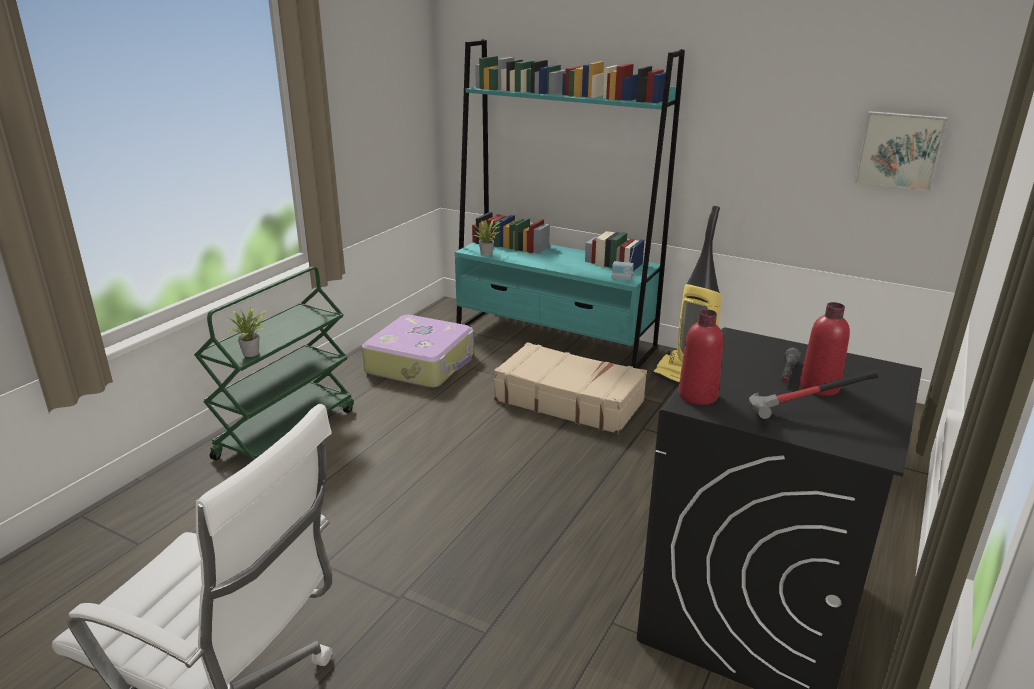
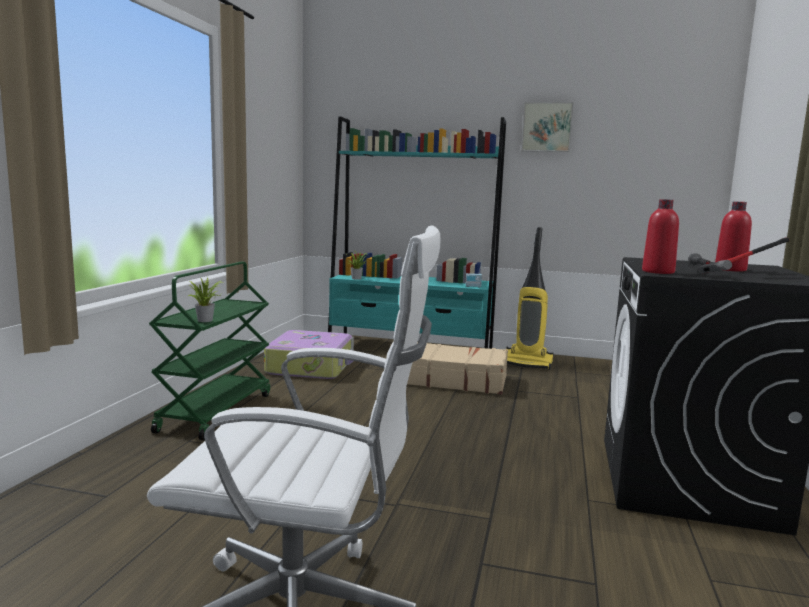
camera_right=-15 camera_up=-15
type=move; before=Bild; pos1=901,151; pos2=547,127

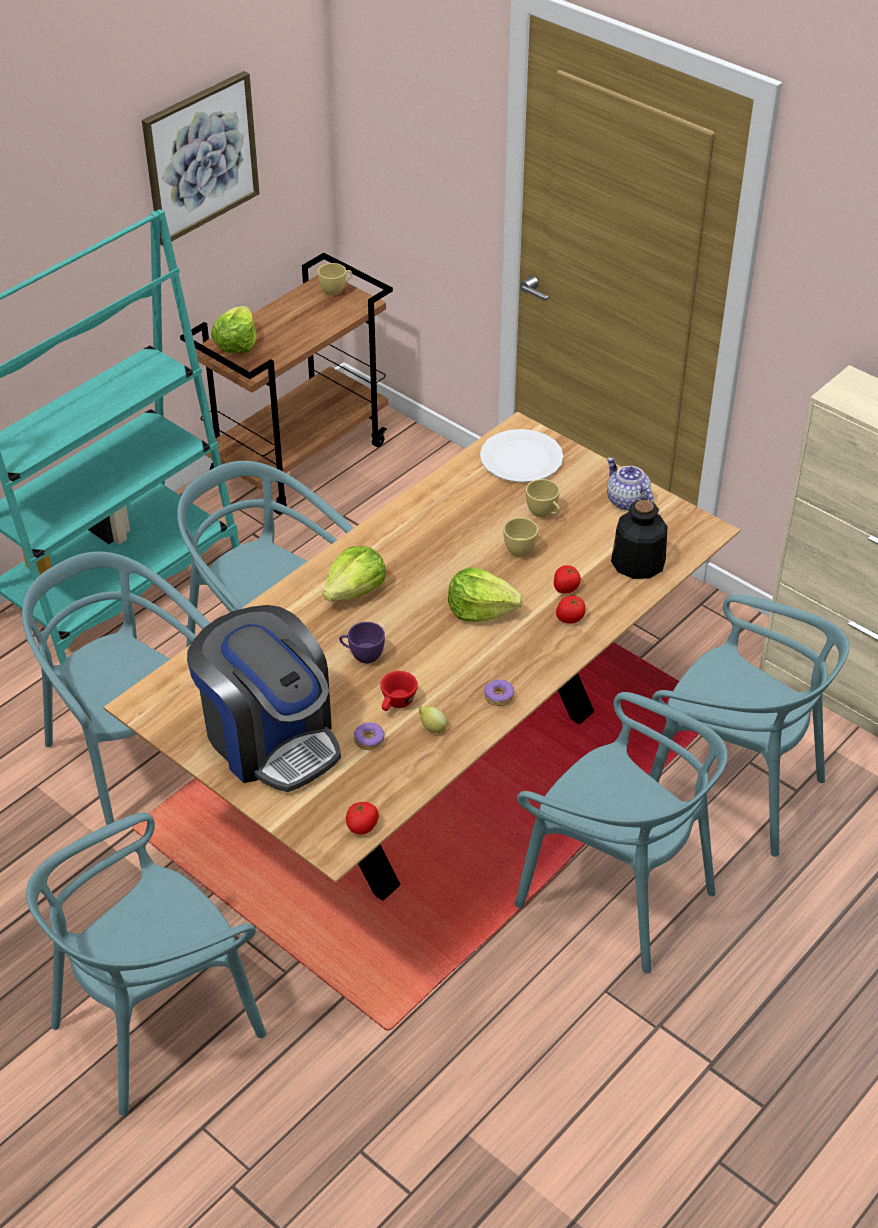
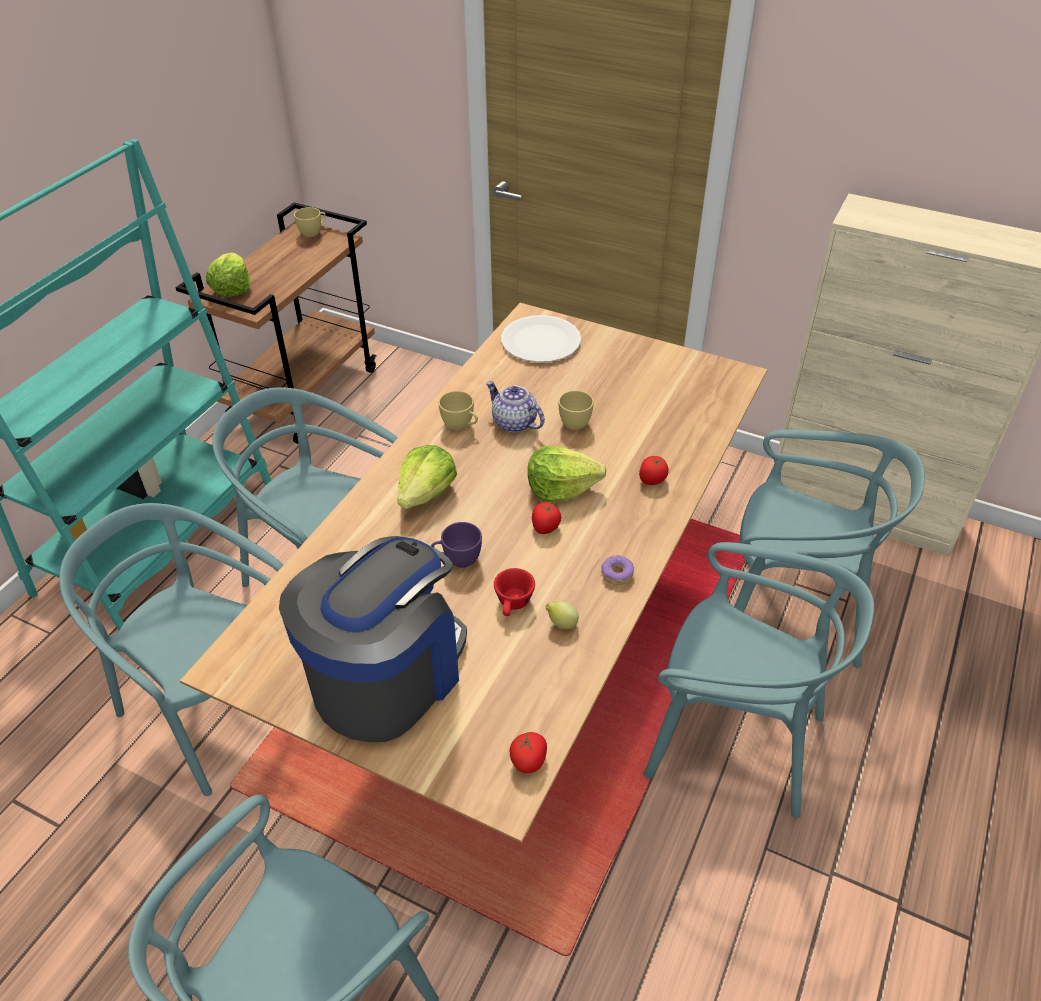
camera_right=-15 camera_up=0
type=delete; before=Bild; pos1=200,158
type=delete; before=Donut; pos1=369,736
type=delete; before=Flasche; pos1=639,539
type=move; before=Tasse [gelb]; pos1=543,498; pos2=458,410
type=move; before=Tomate; pos1=567,579; pos2=546,518
type=move; before=Teekanne; pos1=630,484; pos2=515,407
type=rotate; before=Kaffeemaschine; pos1=264,698; pos2=373,639; turn=-90

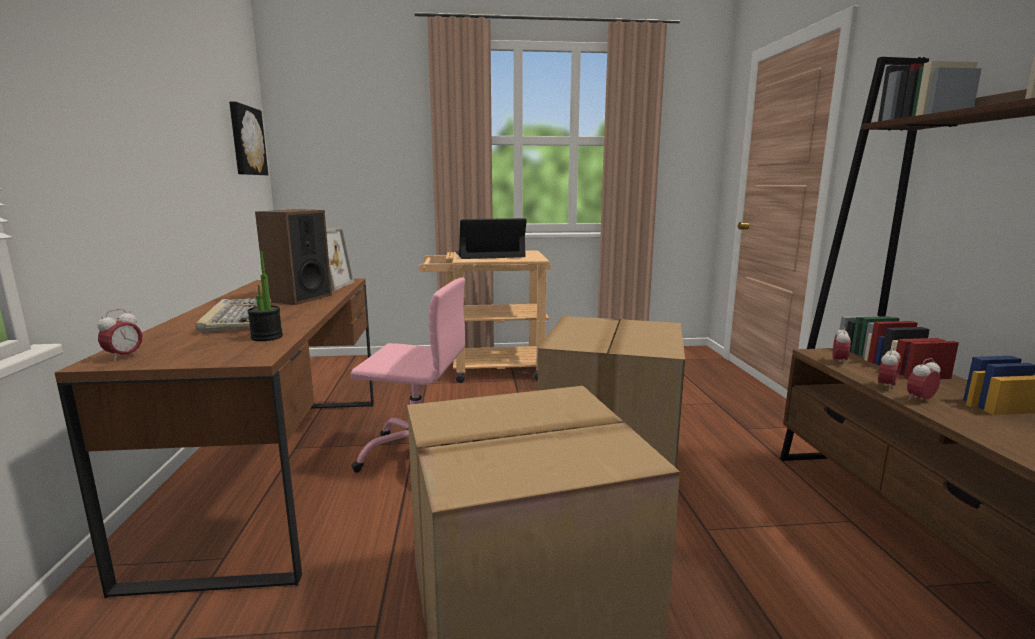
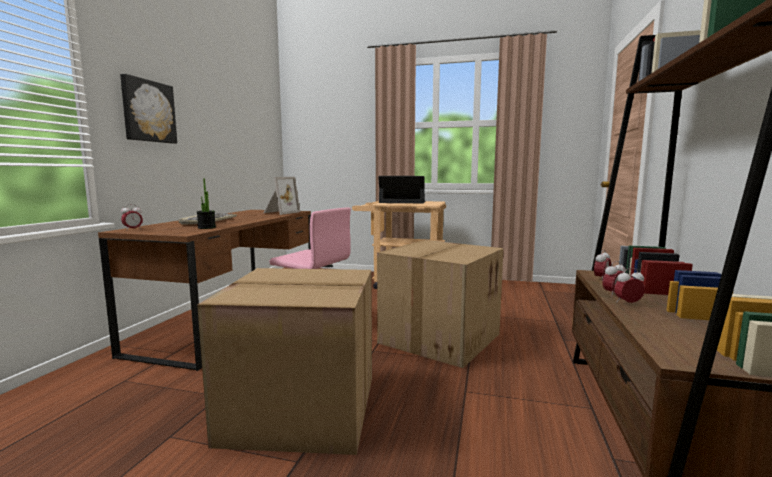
camera_right=20 camera_up=-5
type=delete; before=Lautsprecher; pos1=293,257
type=move; before=Bild; pos1=248,138; pos2=148,109

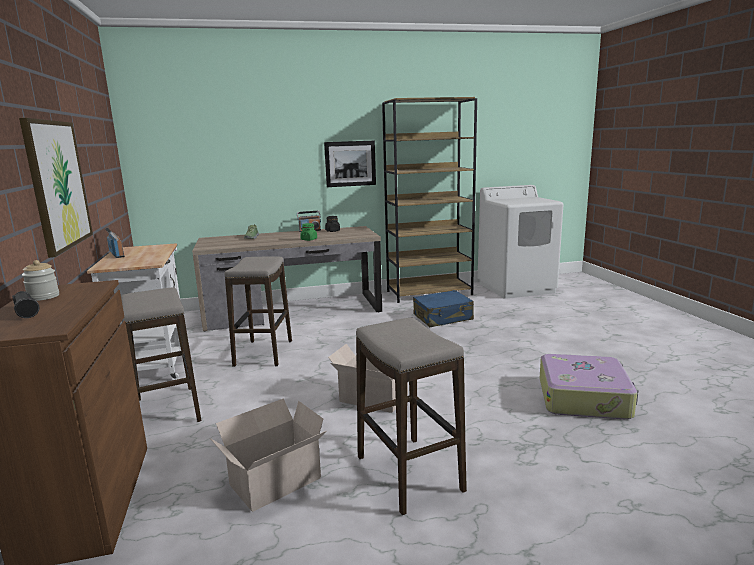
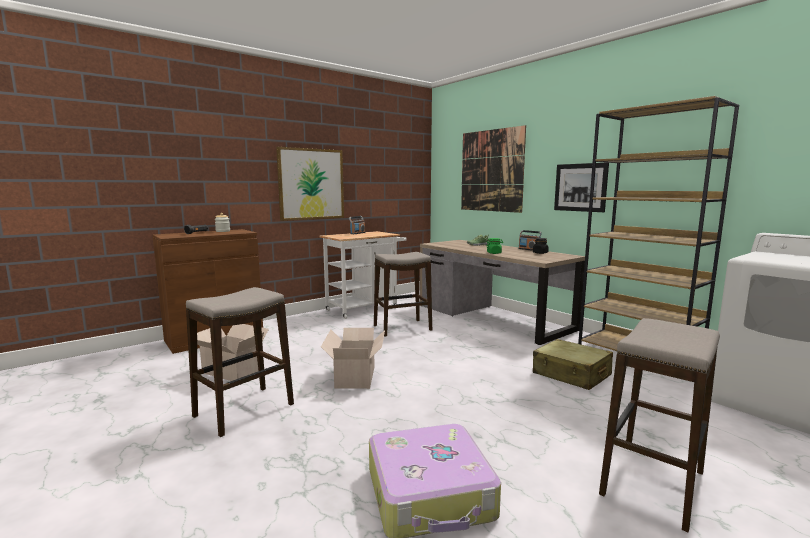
camera_right=65 camera_up=-5
type=insert; after=Bild; pos2=493,169
type=move; before=Hocker; pos1=161,354; pos2=659,425
type=recolor; before=Koffer [blau]; after=Koffer [beige]; pos1=443,308; pos2=573,364

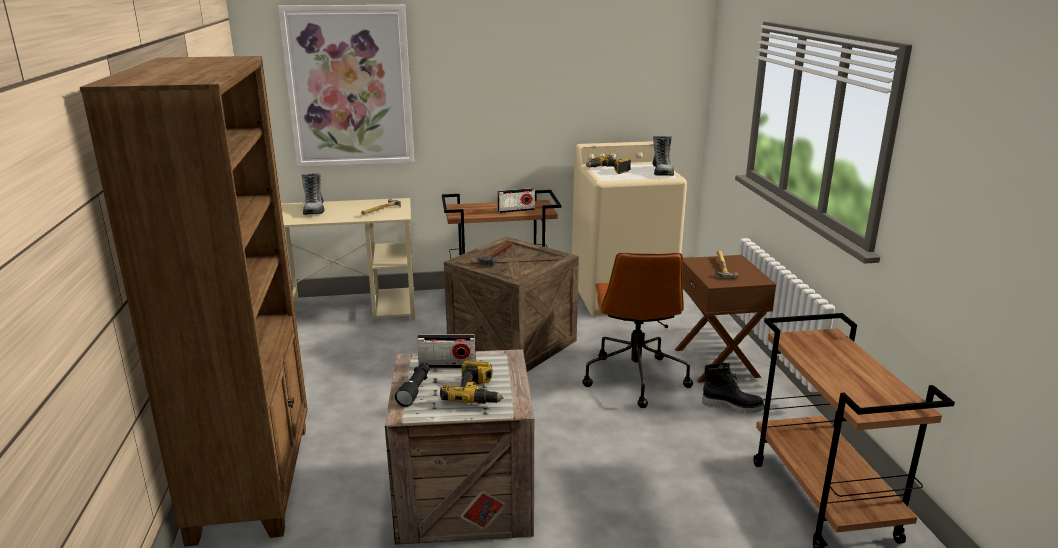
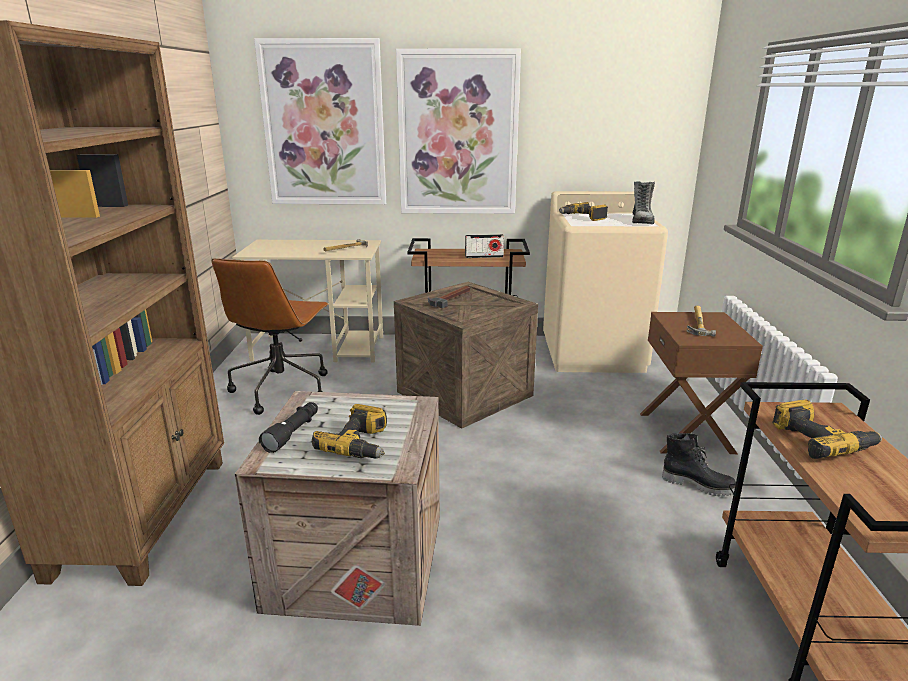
camera_right=10 camera_up=0
type=delete; before=Stiefel; pos1=312,194
type=delete; before=Radio; pos1=446,351
type=insert; after=Bild; pos2=458,131
type=insert; after=Bohrmaschine; pos2=827,429
type=move; before=Bürostuhl [braun]; pos1=637,330; pos2=270,336

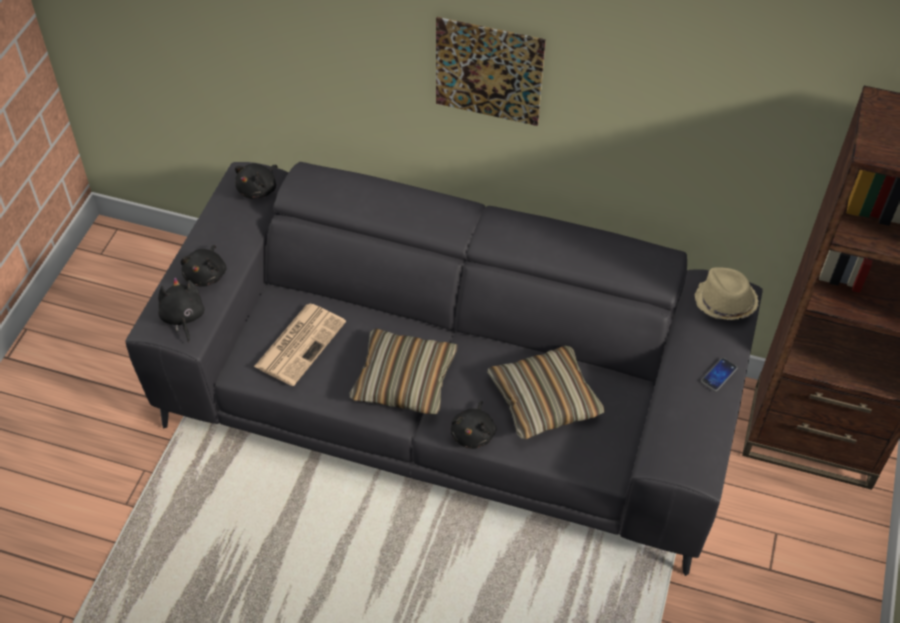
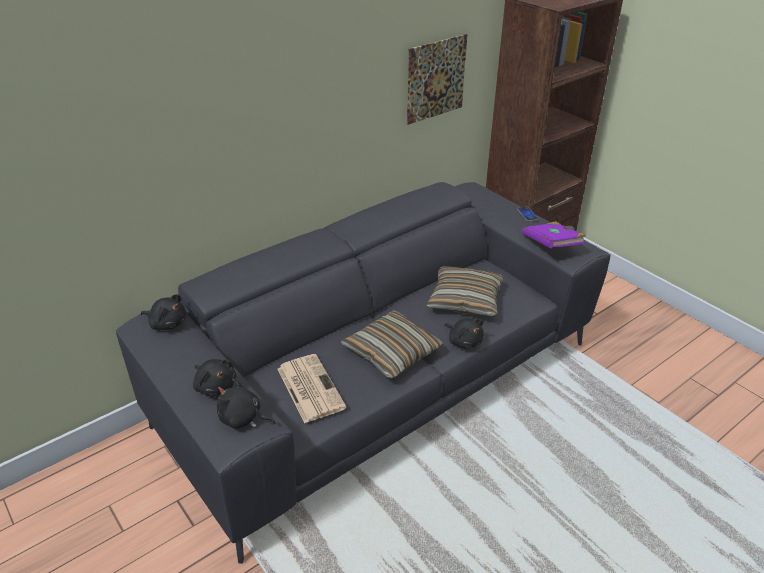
camera_right=-55 camera_up=-15
type=delete; before=Hut [beige]; pos1=727,293
type=insert; after=Buch [lila]; pos2=554,234
type=move; before=Bild; pos1=491,71; pos2=437,79
type=rotate; before=Plüschtier [schwarz]; pos1=256,180; pos2=163,312; turn=-45

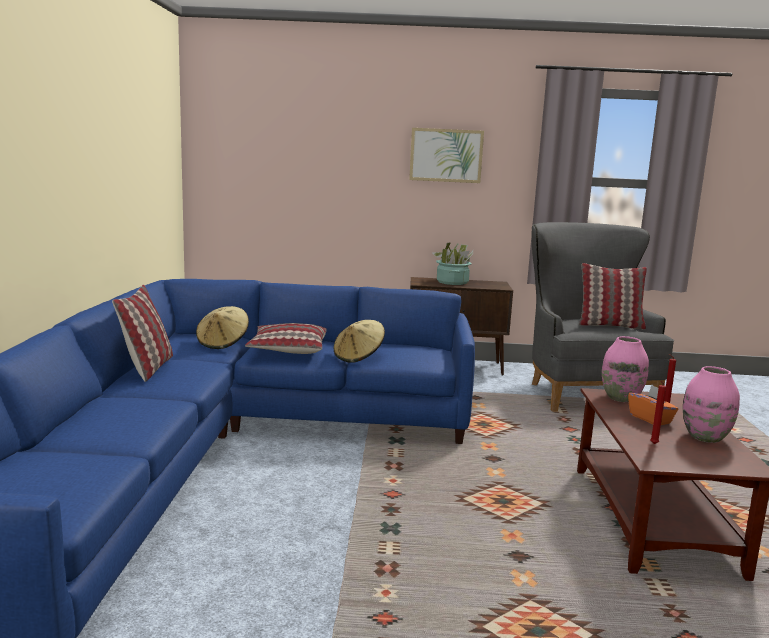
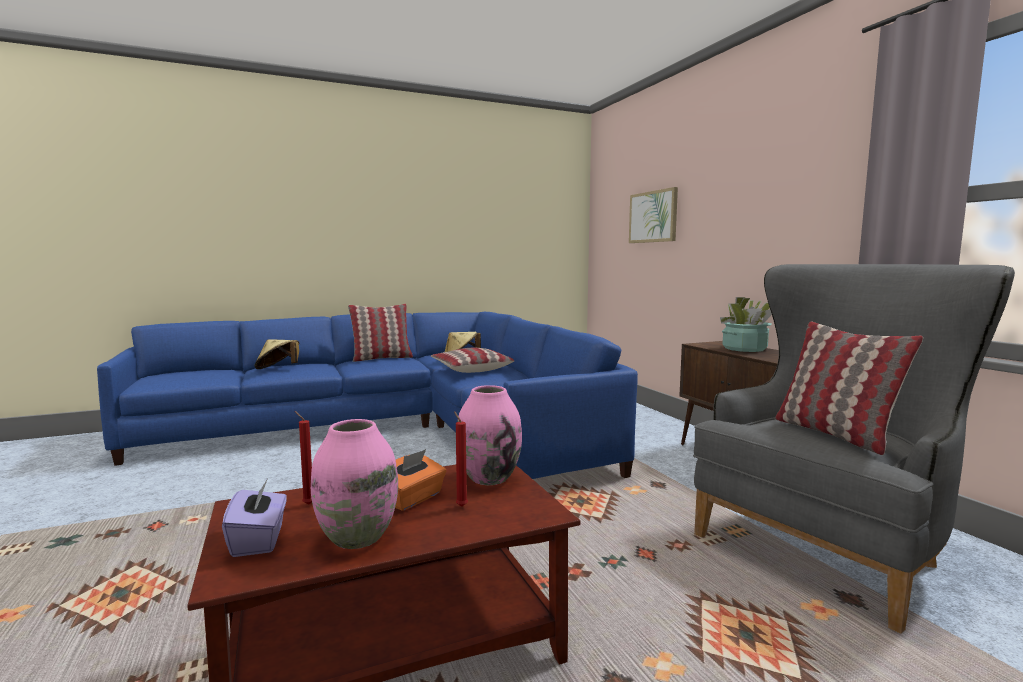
camera_right=65 camera_up=-5
type=insert; after=Taschentuchbox [lila]; pos2=254,517
type=move; before=Hut [beige]; pos1=359,341; pos2=277,354
type=move; before=Bild; pos1=446,155; pos2=653,215

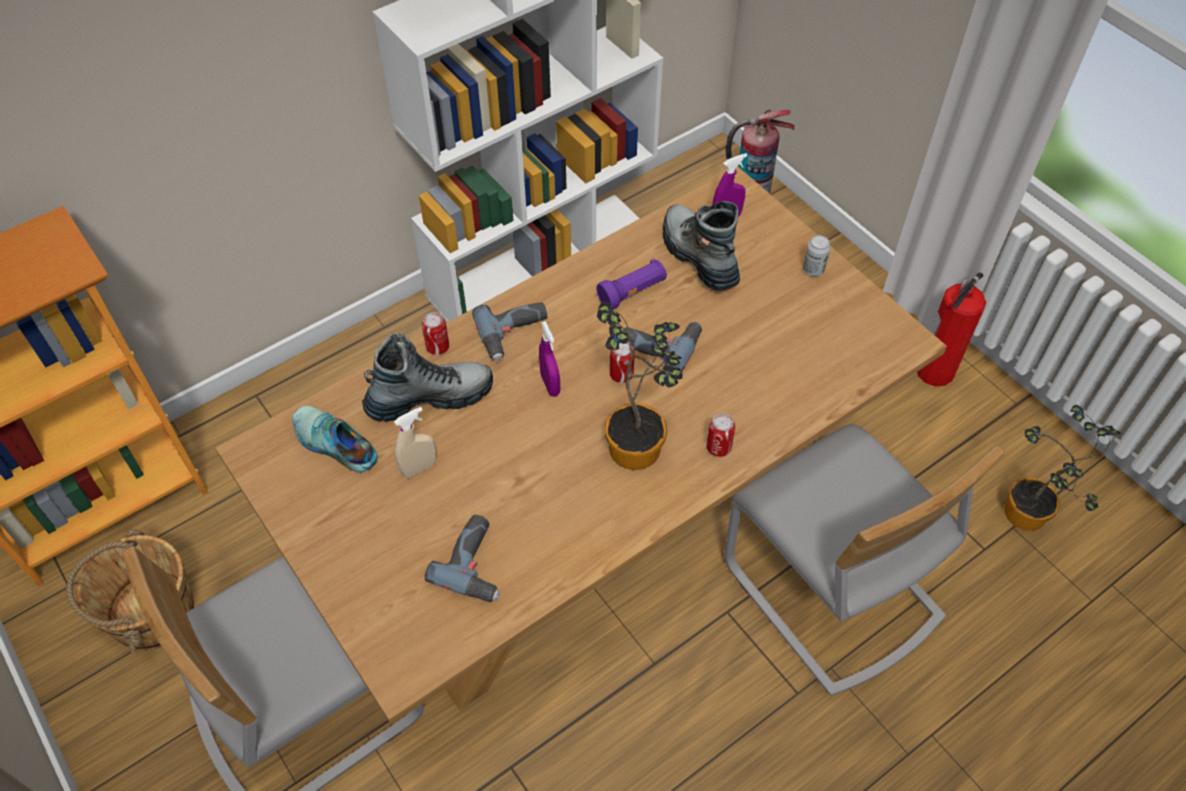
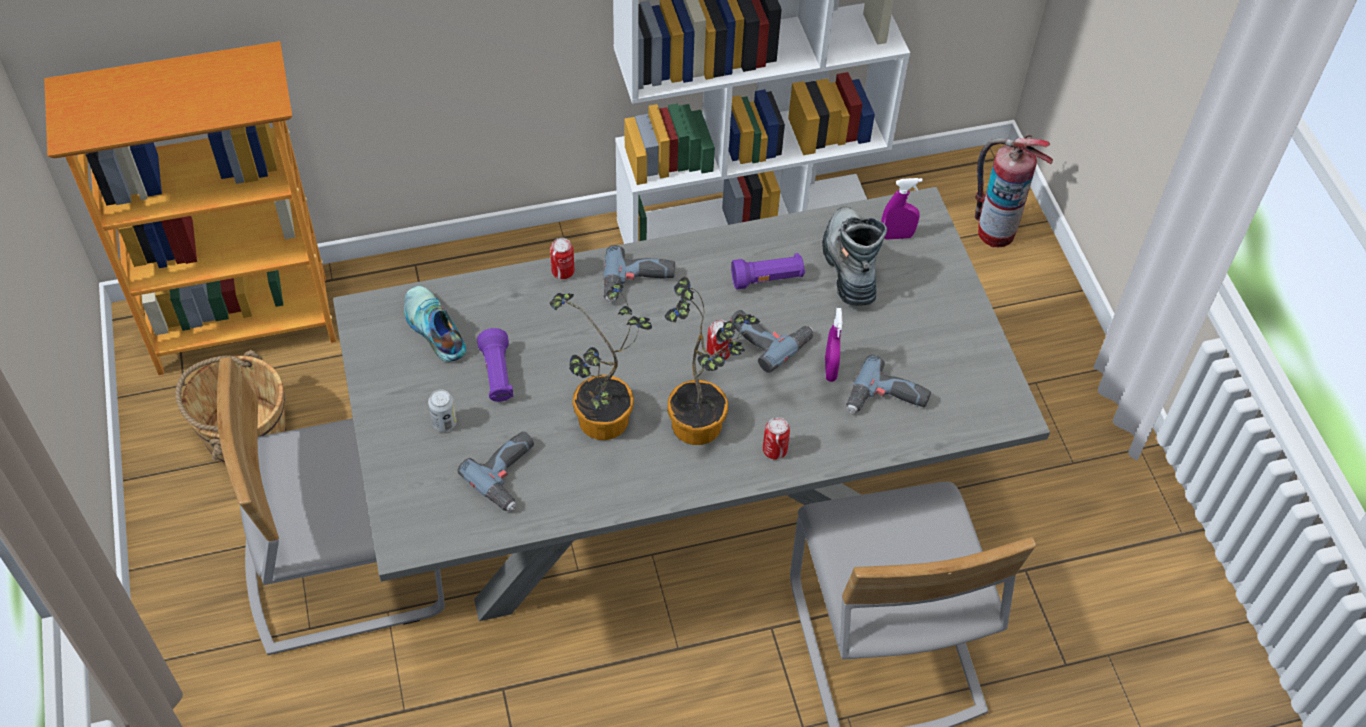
camera_right=20 camera_up=0
type=delete; before=Stiefel; pos1=427,377
type=delete; before=Feuerlöscher; pos1=951,329
type=insert; after=Bohrmaschine; pos2=888,384
type=move; before=Sprühflasche [lila]; pos1=549,359; pos2=833,345
type=move; before=Dose; pos1=817,256; pos2=442,411
type=move; before=Topfpflanze; pos1=1062,468; pos2=601,361
type=replace; before=Sprühflasche [beige]; after=Taschenlampe [lila]; pos1=415,442; pos2=495,365
type=recolor; before=Esstisch [braun]; after=Esstisch [grau]; pos1=581,445; pos2=691,404

